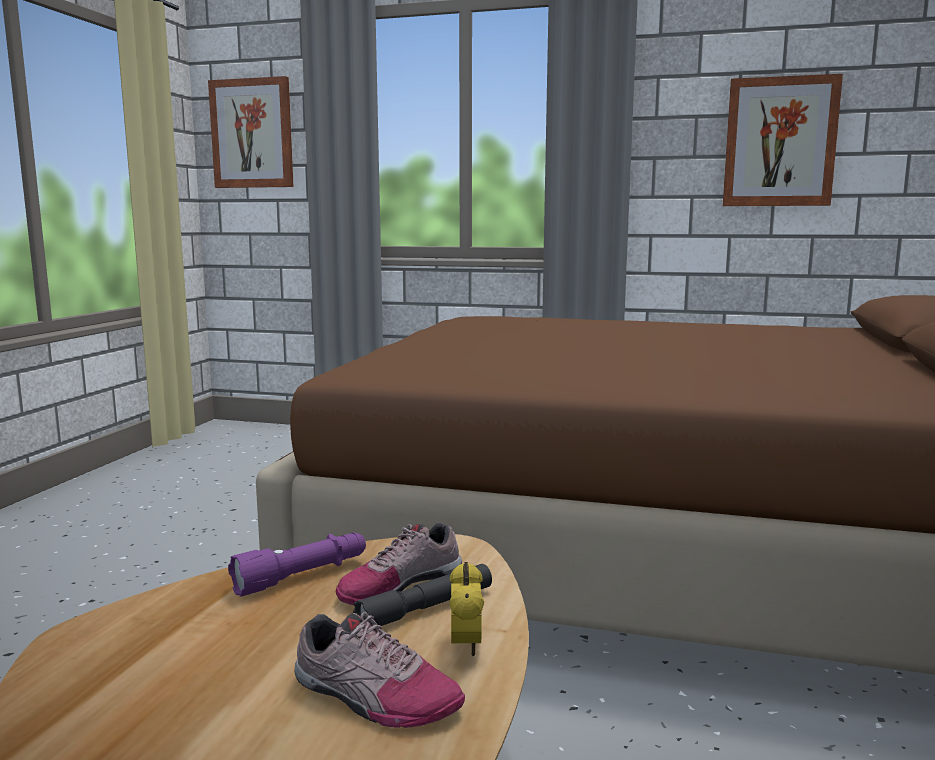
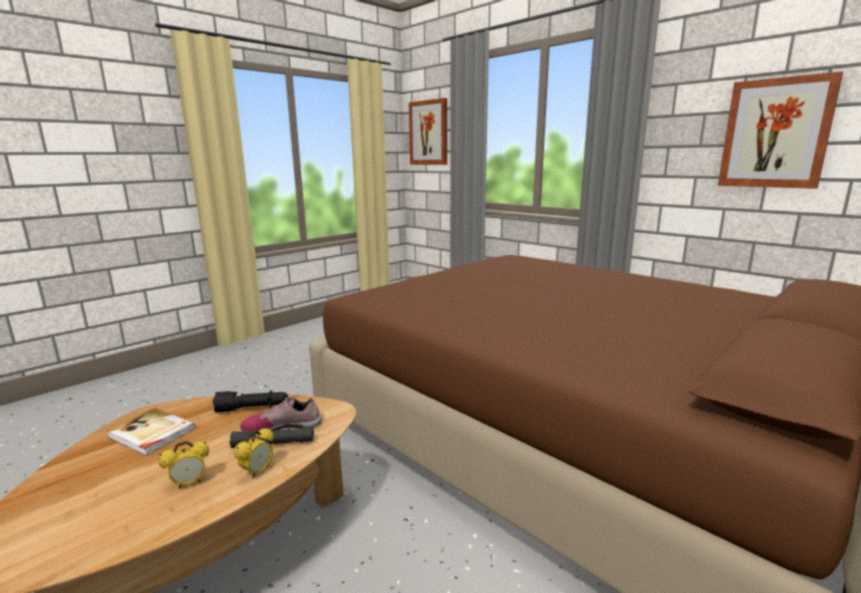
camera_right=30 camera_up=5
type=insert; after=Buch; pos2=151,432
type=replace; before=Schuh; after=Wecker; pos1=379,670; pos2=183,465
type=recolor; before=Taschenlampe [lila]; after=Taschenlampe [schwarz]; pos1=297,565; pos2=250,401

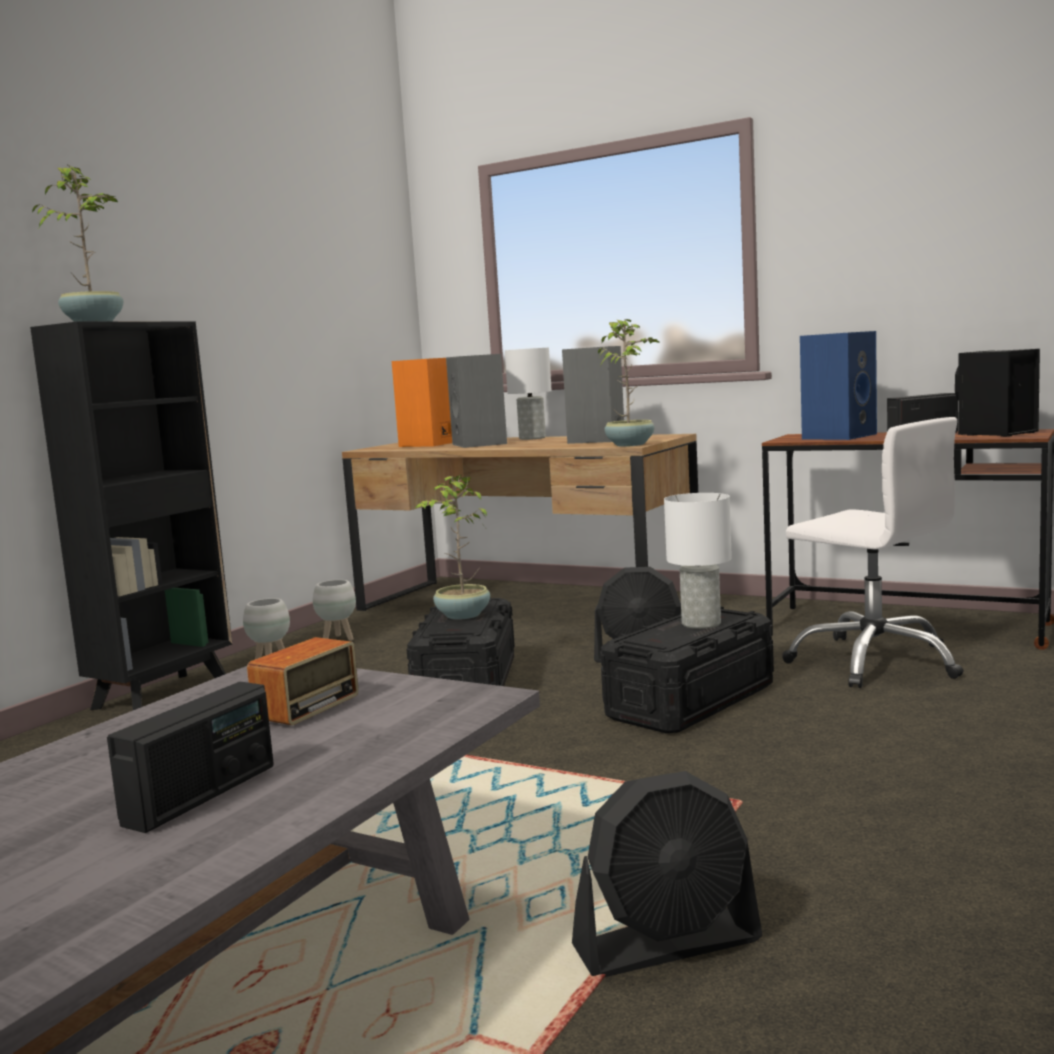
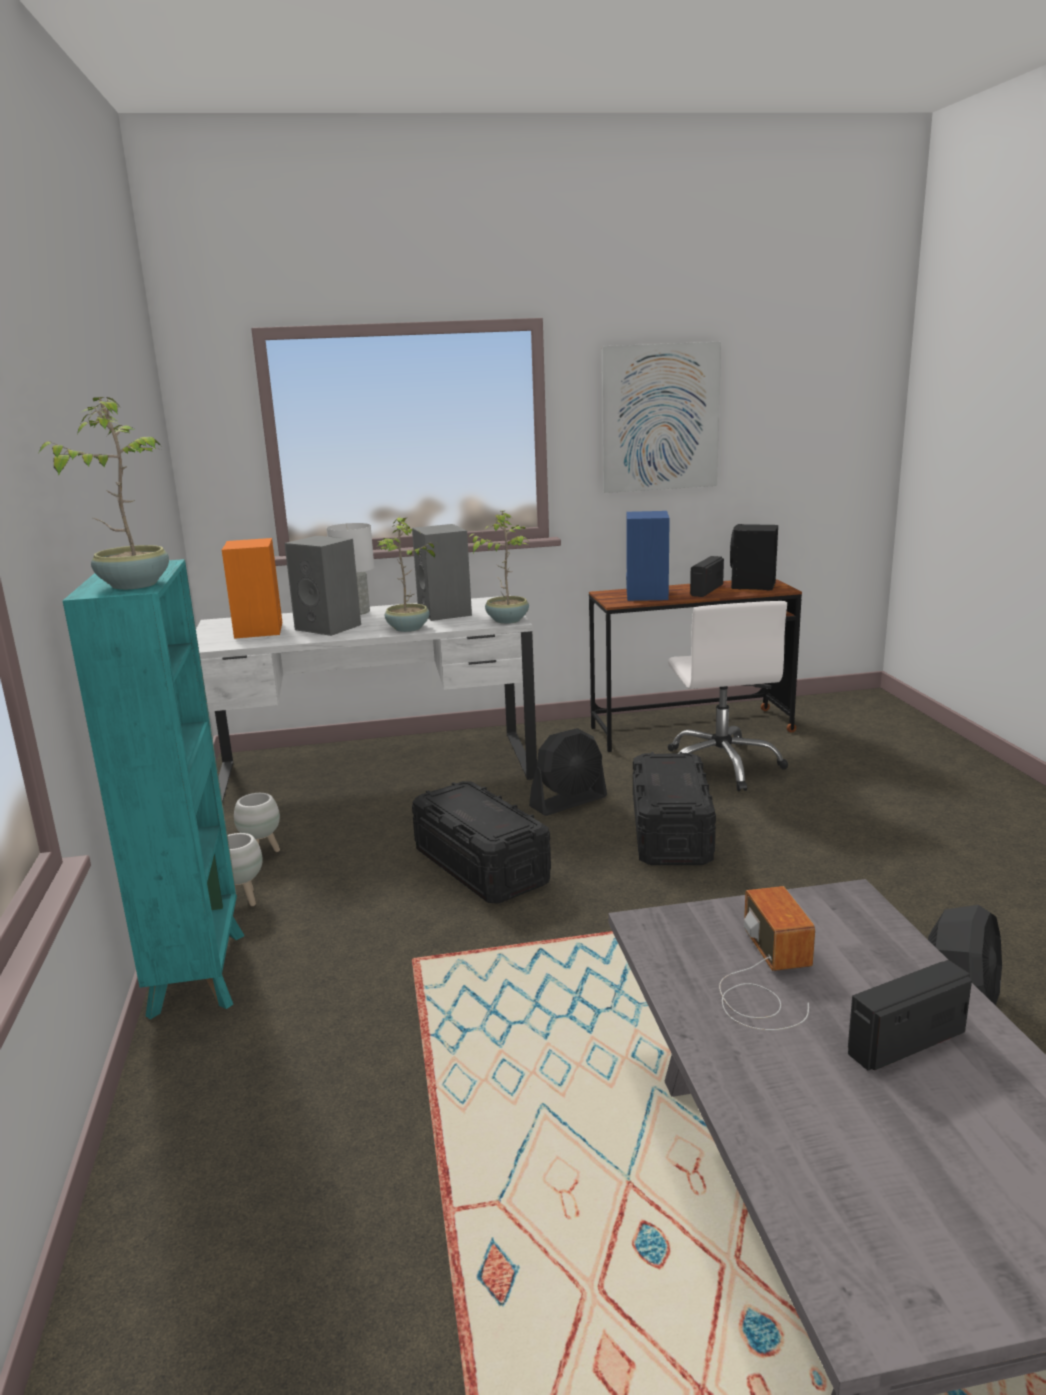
camera_right=-40 camera_up=10
type=delete; before=Tischlampe [weiß]; pos1=698,561
type=insert; after=Bild; pos2=661,417
type=move; before=Topfpflanze; pos1=452,547; pos2=409,574
type=recolor; before=Bücherregal [schwarz]; after=Bücherregal [türkis]; pos1=131,516; pos2=154,789
type=recolor; before=Schreibtisch [braun]; after=Schreibtisch [weiß]; pos1=520,522; pos2=366,699
type=rotate; before=Radio; pos1=190,757; pos2=910,1015; turn=-105
type=rotate; before=Bürostuhl [weiß]; pos1=873,552; pos2=728,696; turn=75

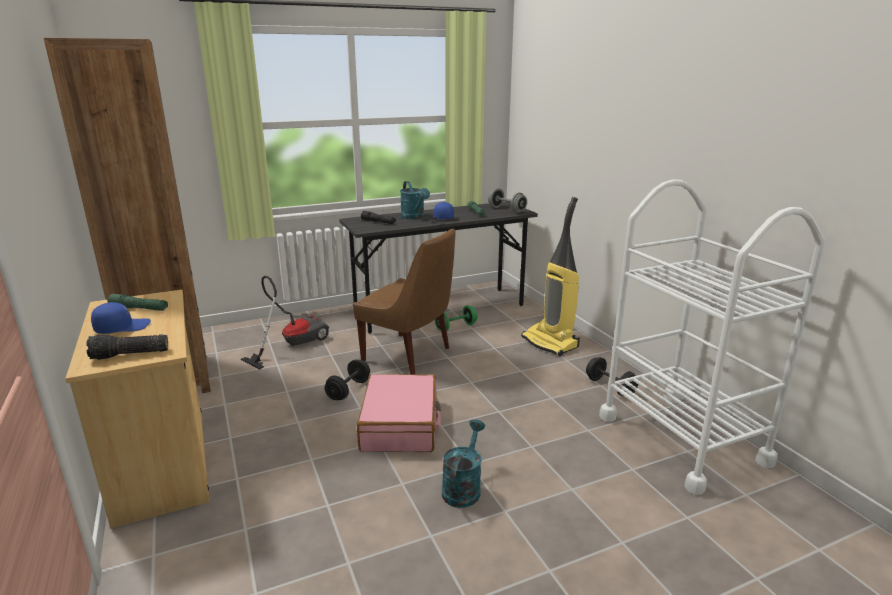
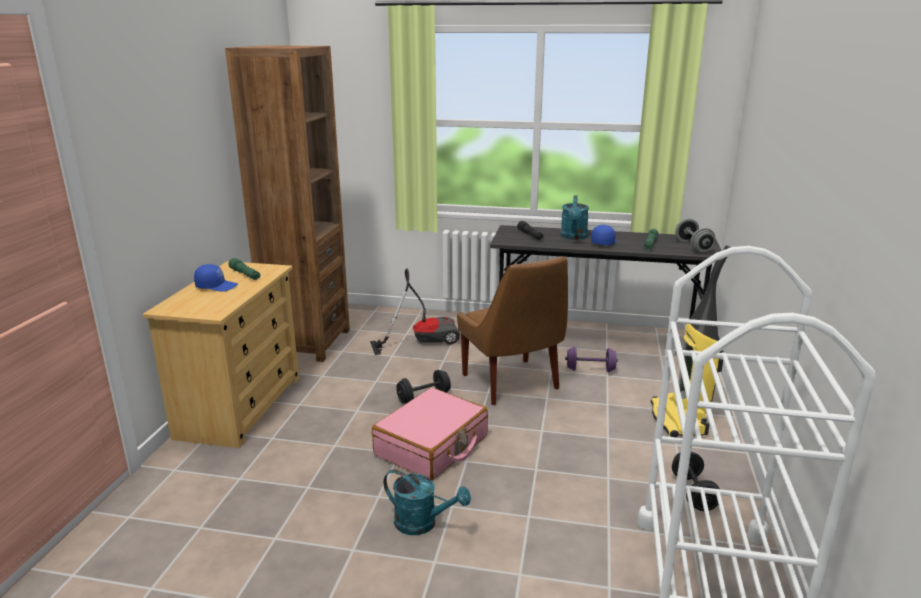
camera_right=35 camera_up=0
type=delete; before=Taschenlampe; pos1=127,347
type=recolor; before=Hantel [grün]; after=Hantel [lila]; pos1=456,318; pos2=591,359
type=rotate; before=Gießkanne [türkis]; pos1=463,463; pos2=427,502; turn=60

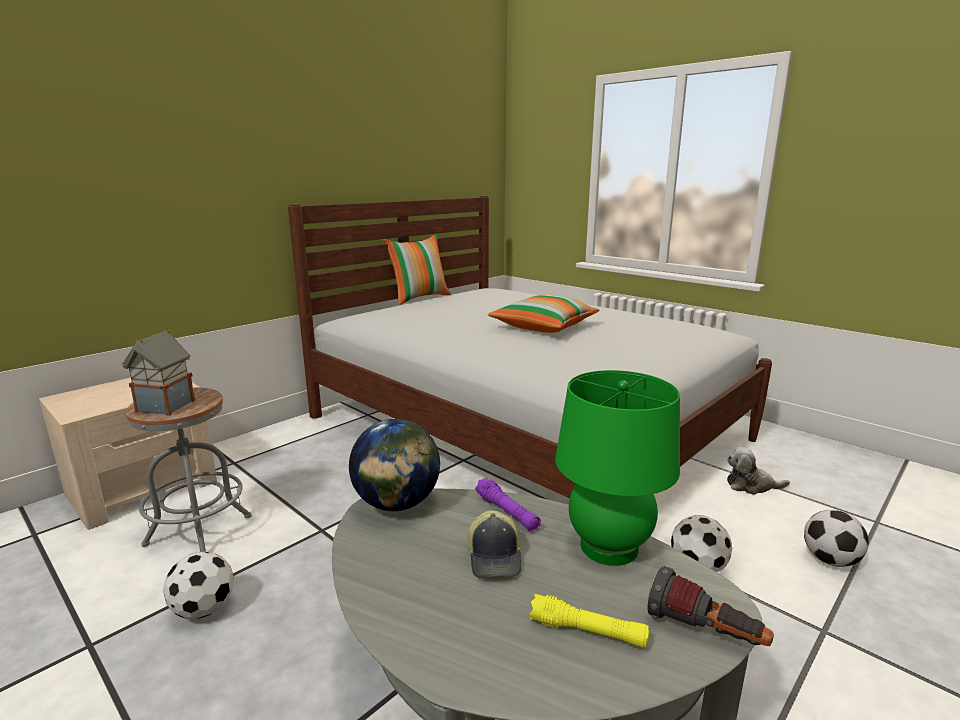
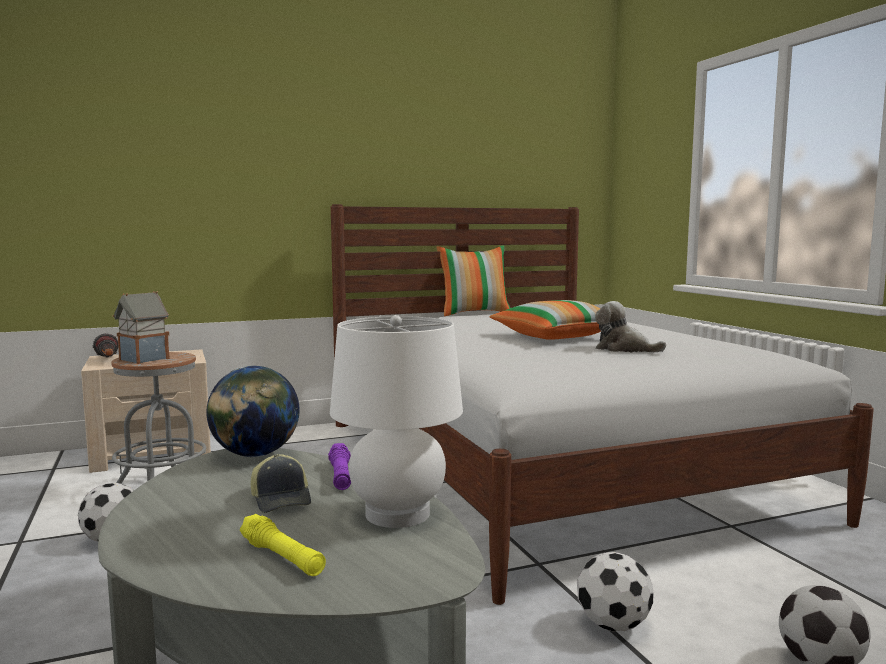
camera_right=25 camera_up=-10
type=move; before=Taschenlampe; pos1=710,606; pos2=105,345
type=move; before=Plüschtier; pos1=758,471; pos2=630,326
type=recolor; before=Tischlampe [grün]; after=Tischlampe [weiß]; pos1=617,468; pos2=396,421
type=rotate; before=Kappe; pos1=494,544; pos2=281,483; turn=-45

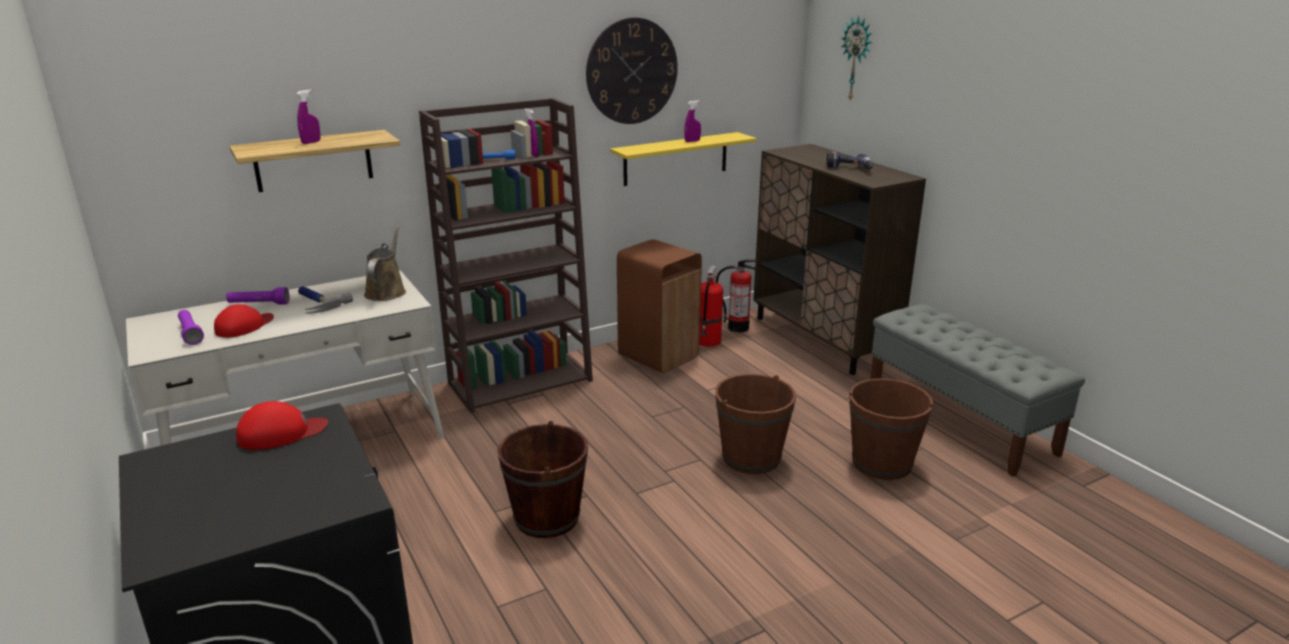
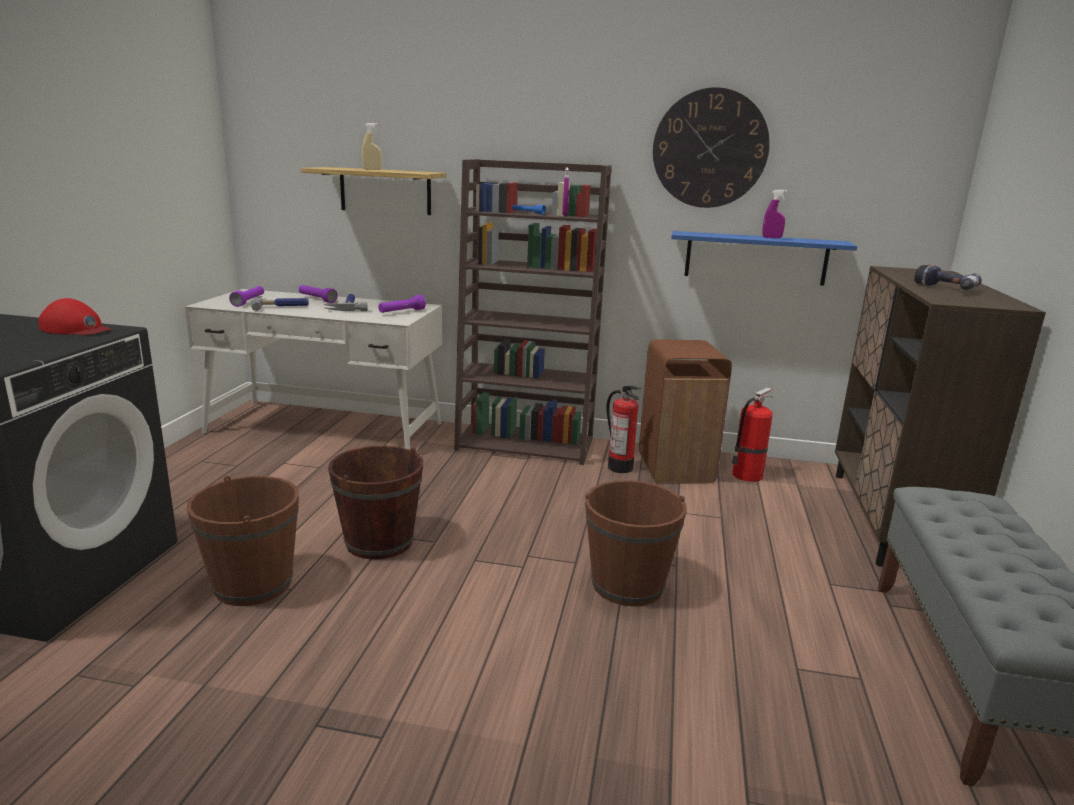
camera_right=40 camera_up=-5
type=delete; before=Wanduhr; pos1=856,58
type=move; before=Feuerlöscher; pos1=737,296; pos2=623,429
type=move; before=Eimer [braun]; pos1=891,429; pos2=243,541
type=replace; before=Kappe [rot]; after=Hammer; pos1=244,321; pos2=280,303
type=replace; before=Gießkanne [braun]; after=Taschenlampe [lila]; pos1=385,263; pos2=402,304
type=recolor; before=Sprühflasche [lila]; after=Sprühflasche [beige]; pos1=308,117; pos2=372,146
type=recolor; before=Wandregal [gelb]; after=Wandregal [blau]; pos1=683,159; pos2=764,258

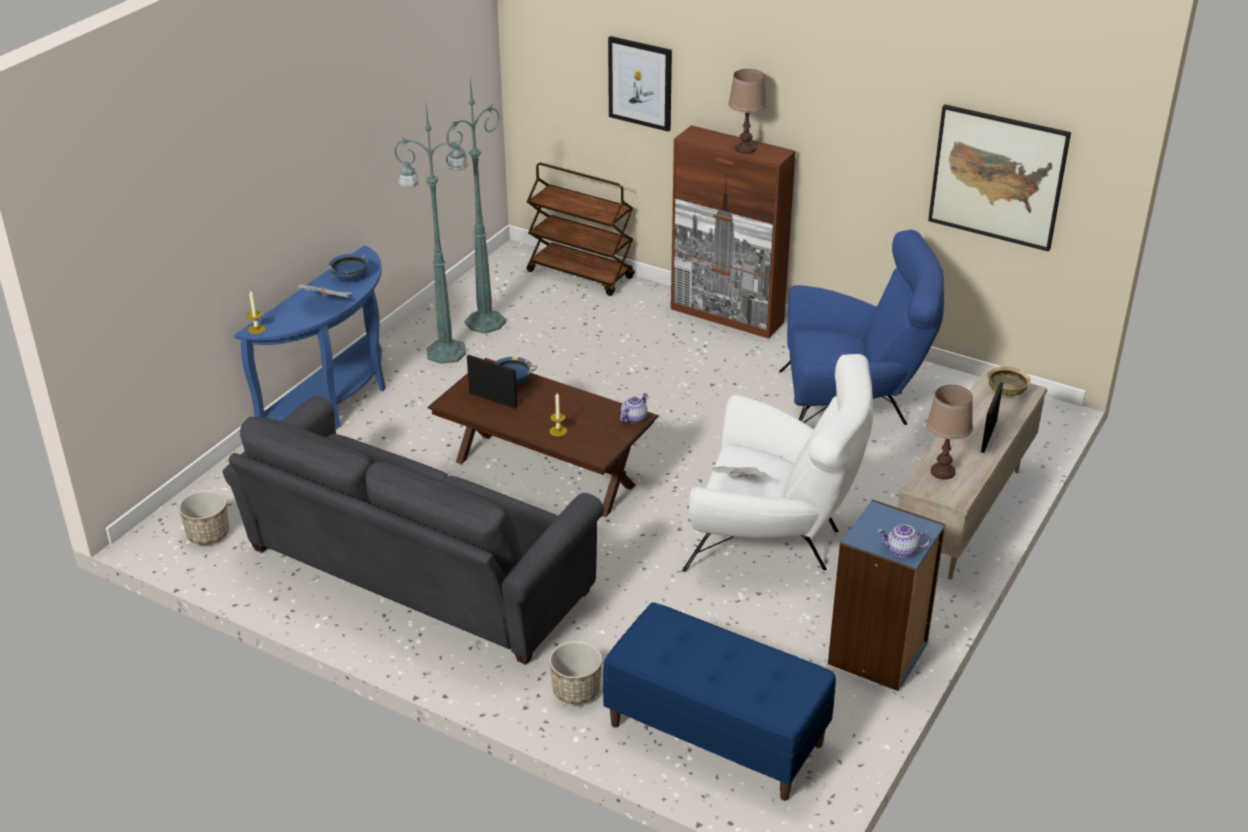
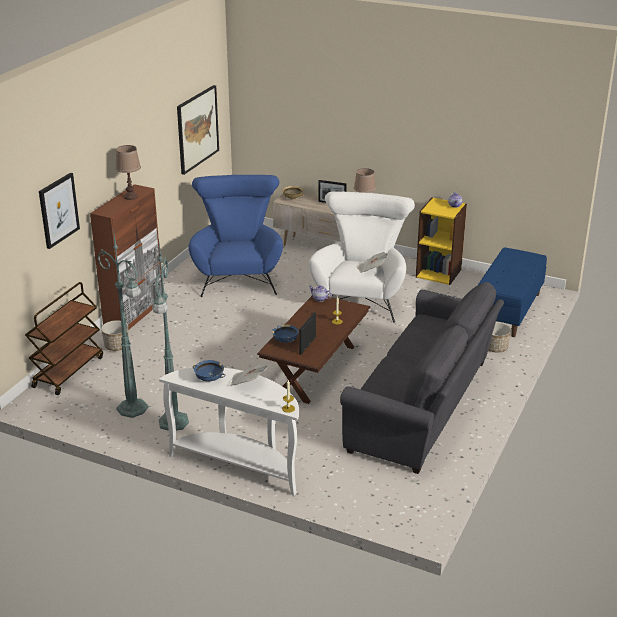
camera_right=-95 camera_up=-5
type=move; before=Pflanzkübel; pos1=204,517; pos2=115,335
type=recolor; before=Konsolentisch [blau]; after=Konsolentisch [weiß]; pos1=310,337; pos2=229,432
type=recolor; before=Bücherregal [blau]; after=Bücherregal [gelb]; pos1=887,595; pos2=441,241

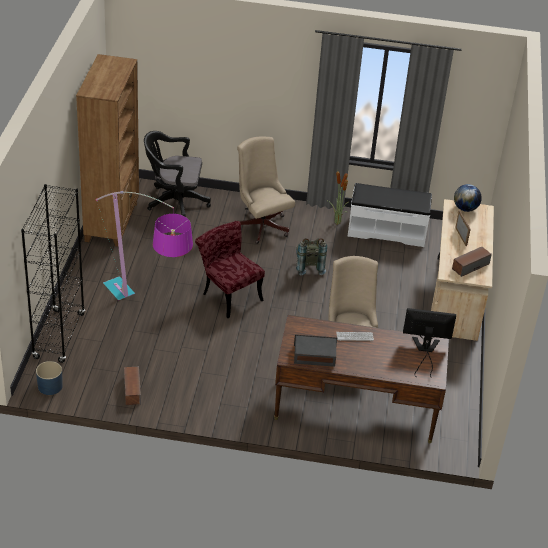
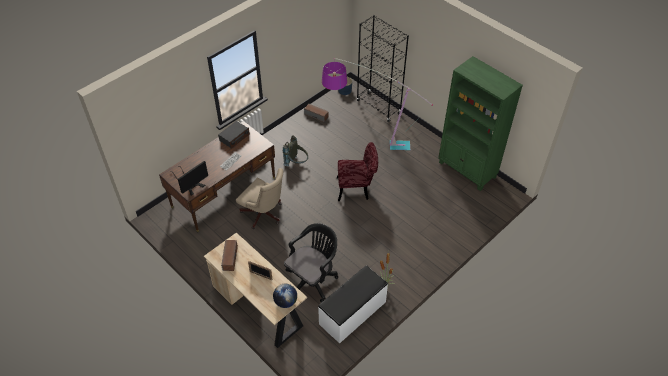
camera_right=130 camera_up=10
type=delete; before=Bürostuhl [beige]; pos1=266,190
type=move; before=Bürostuhl [schwarz]; pos1=177,174; pos2=311,263
type=move; before=Rucksack [grau]; pos1=311,256; pos2=295,150
type=recolor; before=Bücherregal [braun]; after=Bücherregal [grün]; pos1=107,150; pos2=480,123

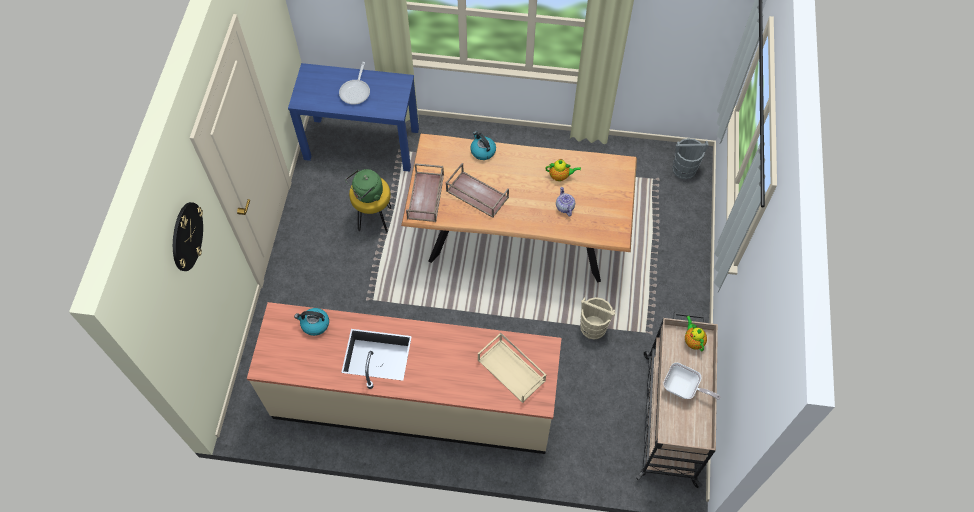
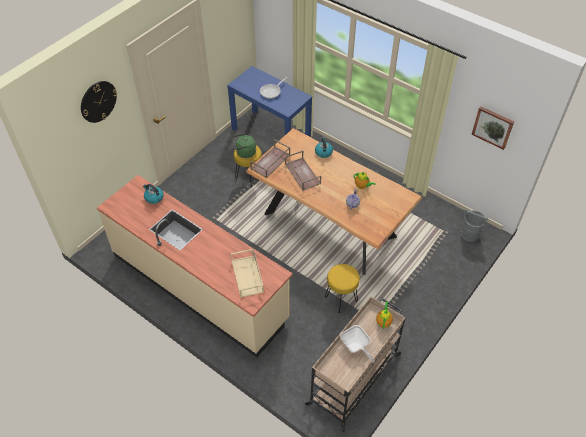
camera_right=30 camera_up=-10
type=insert; after=Bild; pos2=493,128
type=replace; before=Eimer [beige]; after=Hocker [gelb]; pos1=597,318; pos2=342,288

